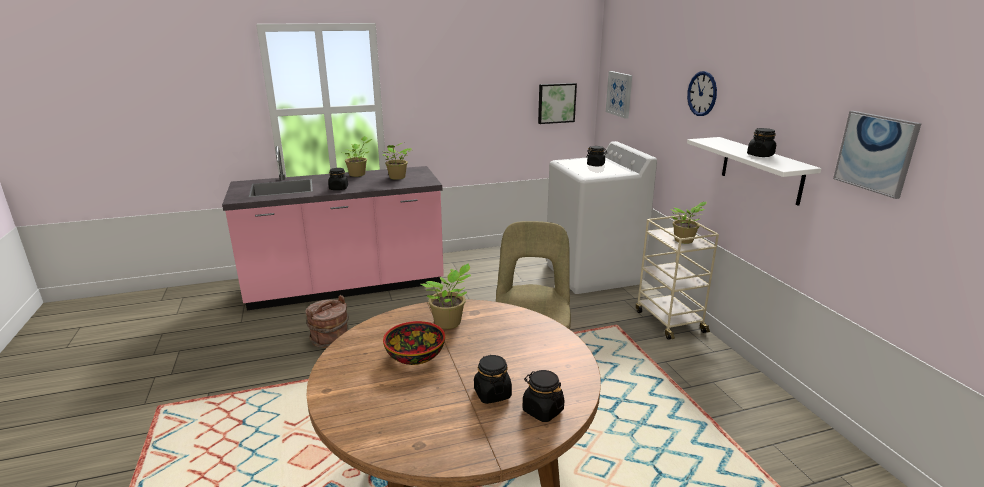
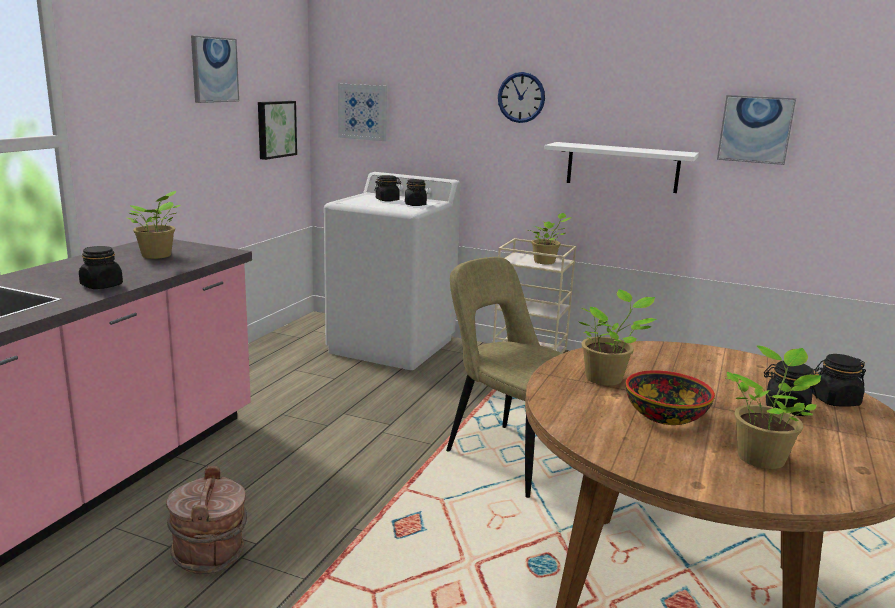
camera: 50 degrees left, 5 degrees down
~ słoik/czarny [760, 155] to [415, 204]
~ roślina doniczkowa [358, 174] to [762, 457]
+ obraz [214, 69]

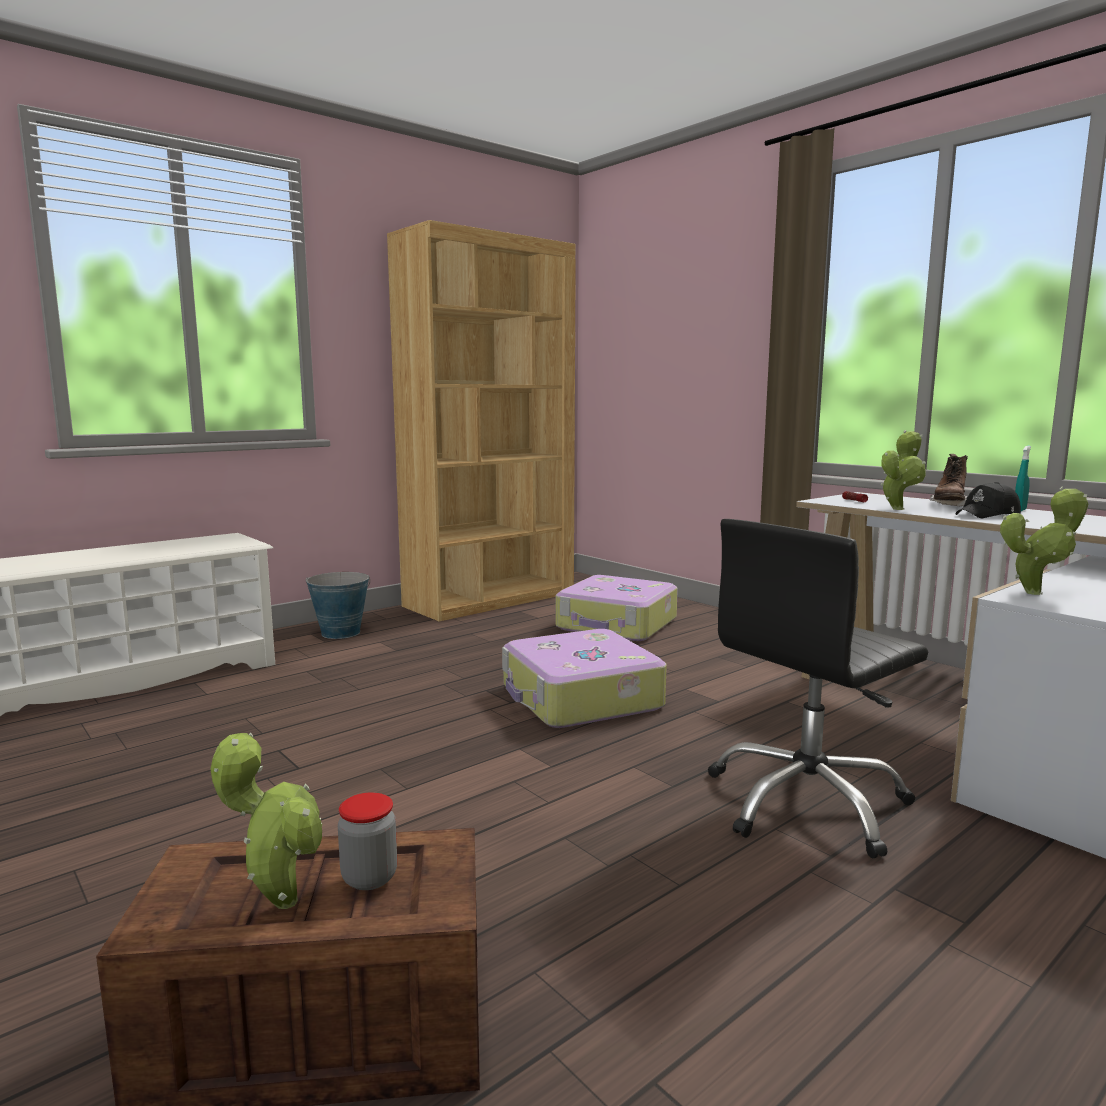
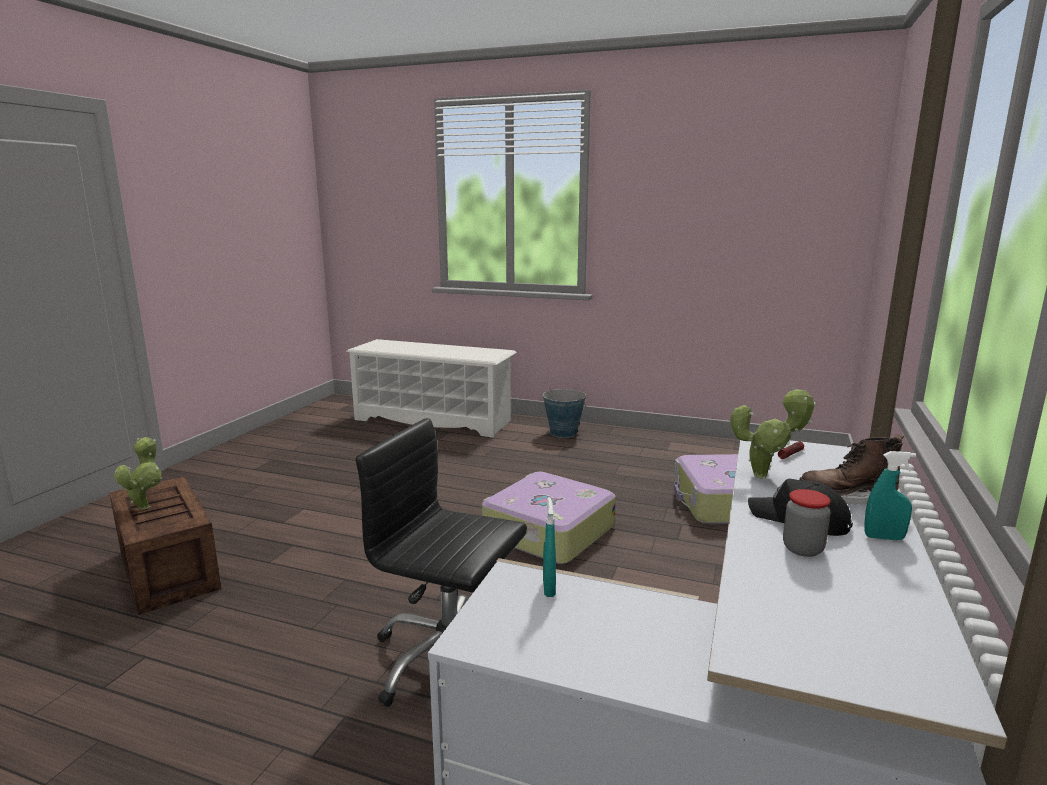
camera: 60 degrees right, 5 degrees up
- regał/brązowy [491, 599]
~ roślina doniczkowa [1037, 592] to spryskiwacz/turkusowy [549, 588]
~ słoik [369, 877] to [802, 549]

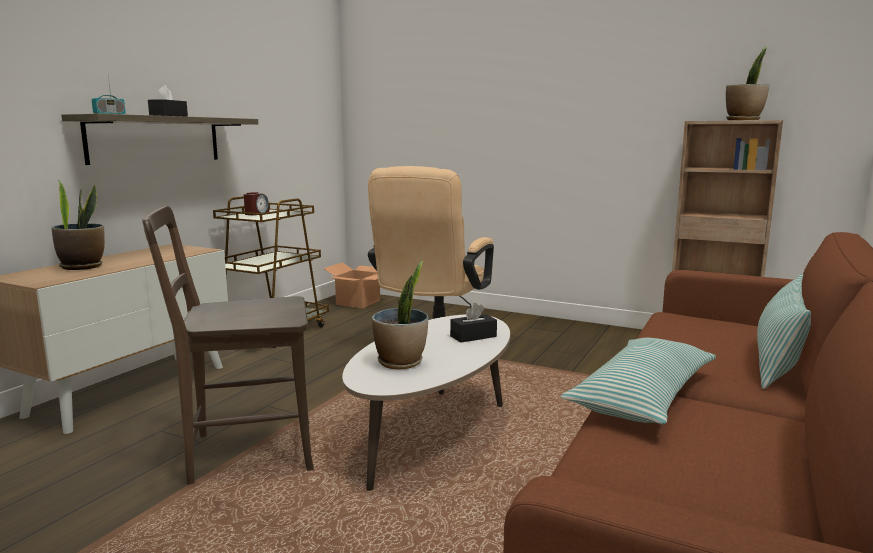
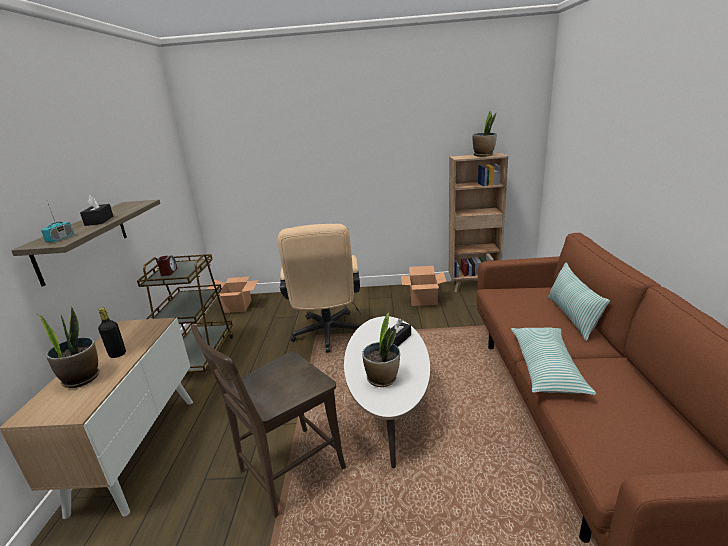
camera: 25 degrees left, 10 degrees up
+ karton [424, 299]
+ butelka/czarny [117, 354]

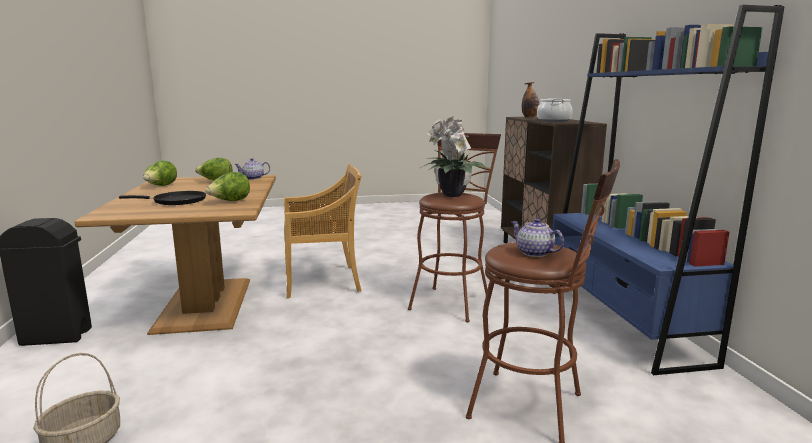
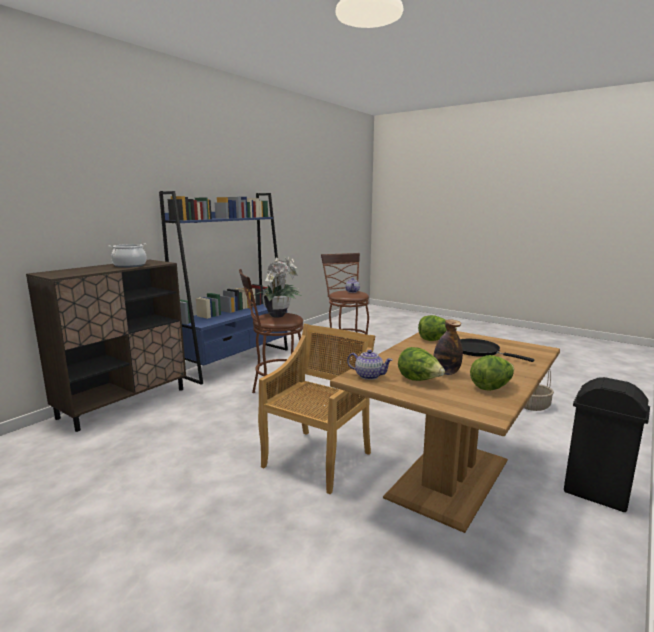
camera: 135 degrees left, 0 degrees up
~ butelka [530, 117] to [446, 372]
~ krzesło/beżowy [323, 281] = [318, 458] 90 degrees clockwise

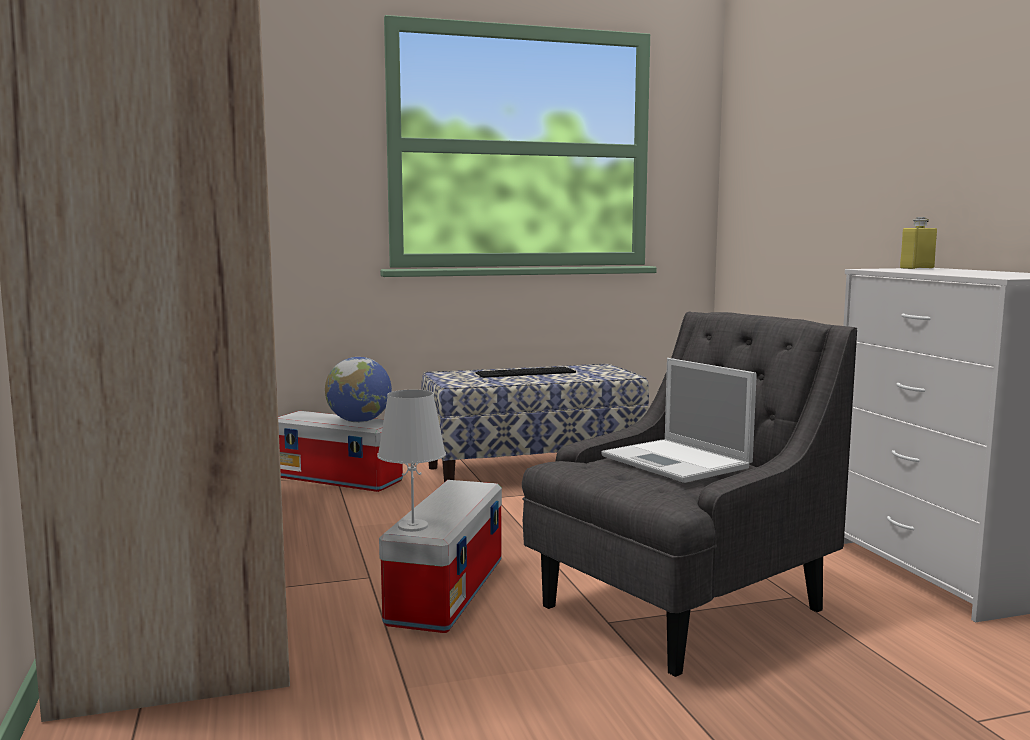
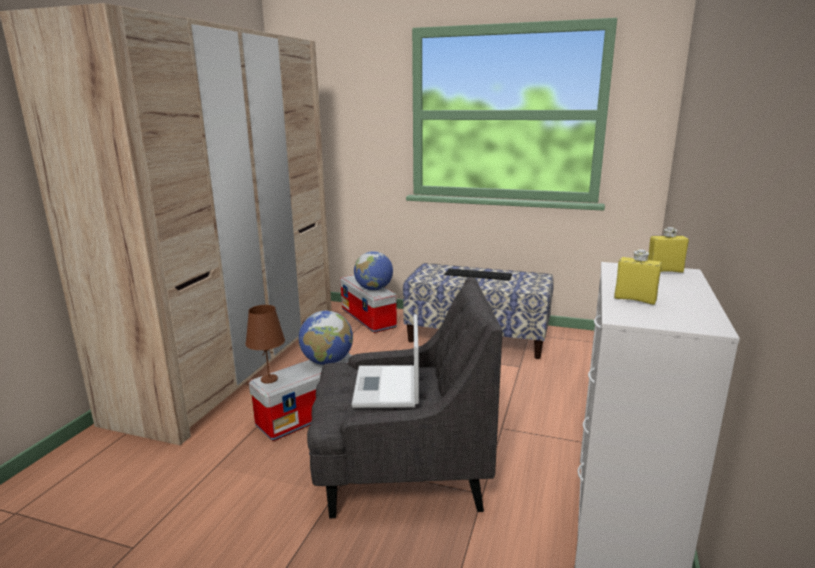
camera: 35 degrees right, 10 degrees up
~ lampa stołowa/biały [413, 526] to lampa stołowa/brązowy [269, 379]
+ butelka/żółty [635, 299]
+ globus [327, 361]

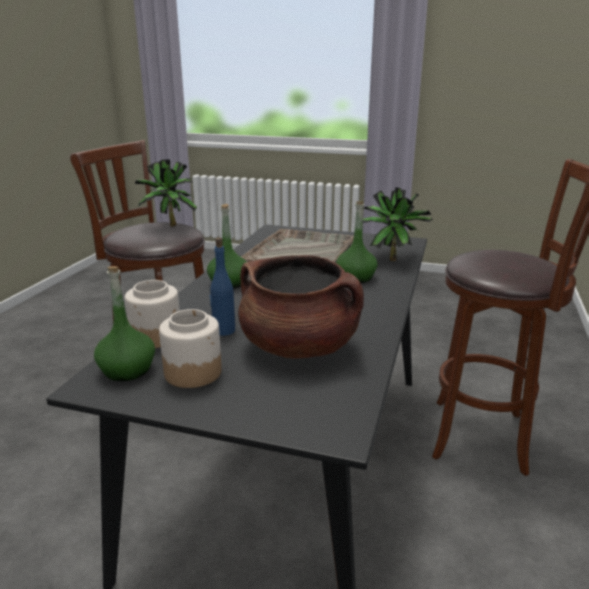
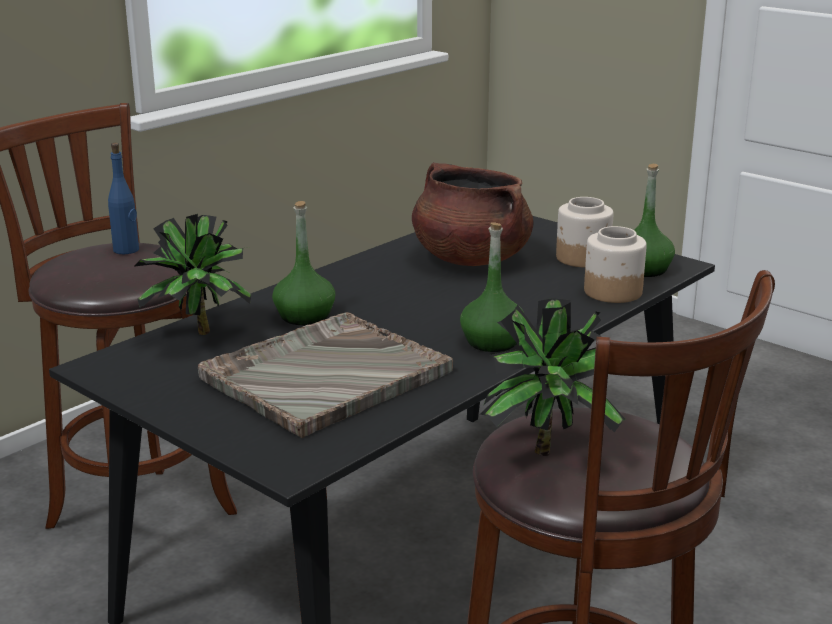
camera: 155 degrees left, 0 degrees up
~ butelka/niebieski [223, 330] to [126, 250]

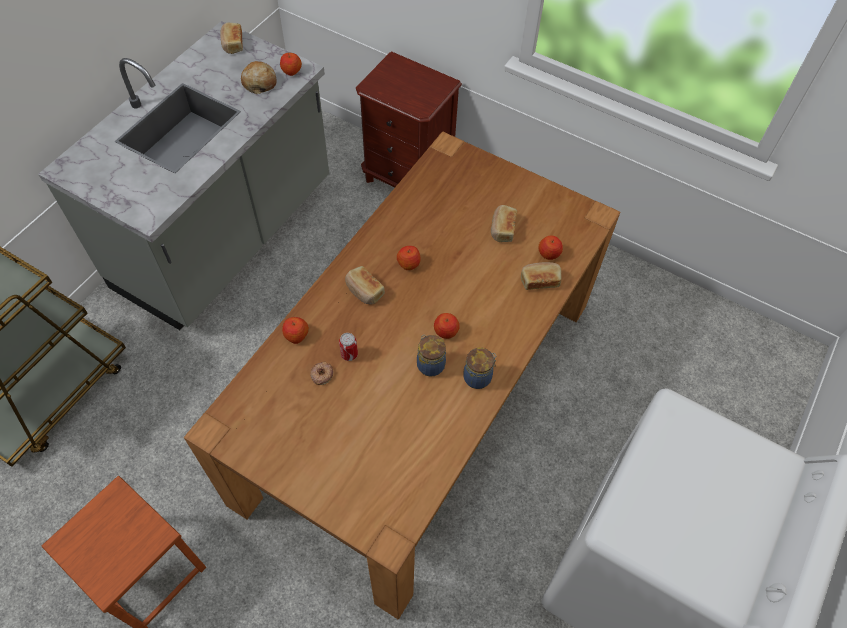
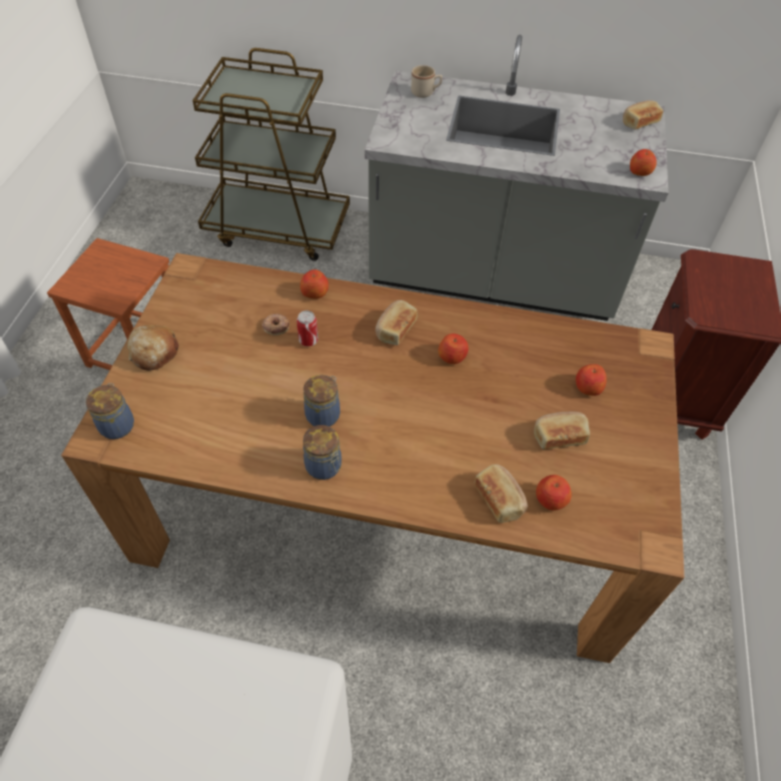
camera: 70 degrees right, 5 degrees down
~ chleb [259, 82] to [154, 353]
~ jabłko [446, 331] to [587, 387]
+ kubek/beżowy [425, 93]
+ słoik [118, 425]

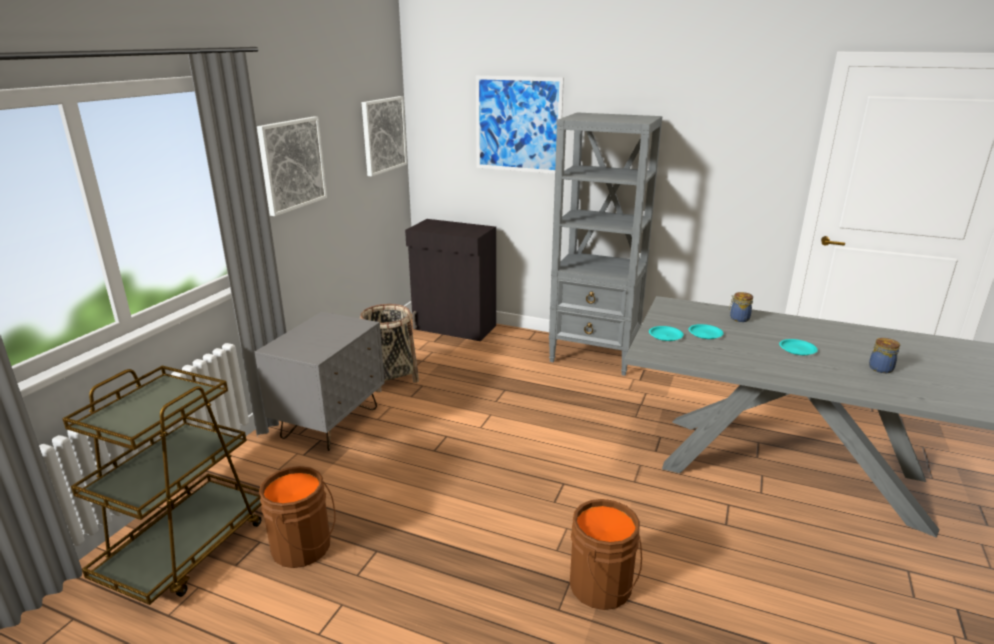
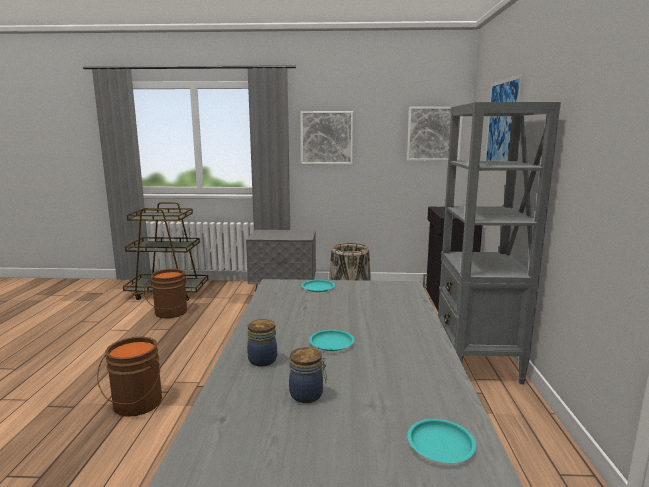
camera: 70 degrees right, 10 degrees down
~ słoik [738, 318] to [262, 359]
~ talerz/turkusowy [705, 334] to [440, 444]

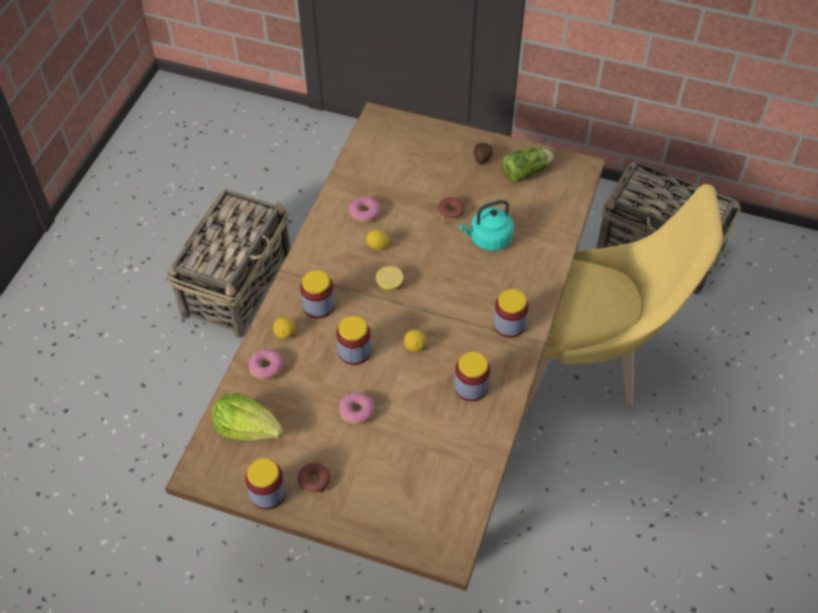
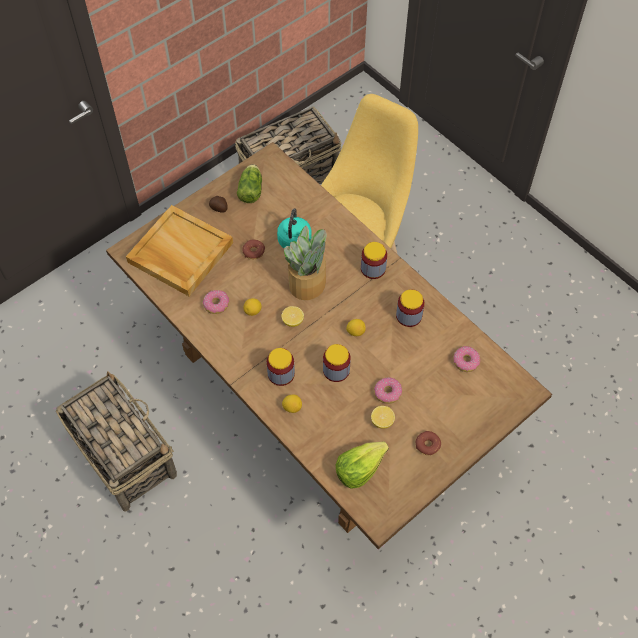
camera: 60 degrees left, 5 degrees up
~ donut [266, 368] to [466, 361]
- słoik [267, 493]
+ taca/beżowy [179, 253]
+ roślina doniczkowa [308, 283]
+ cytryna [382, 421]

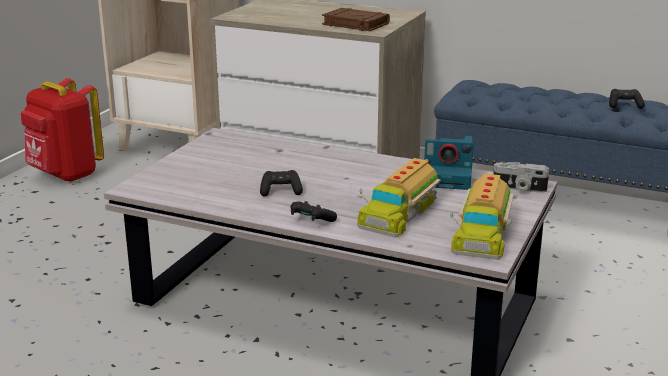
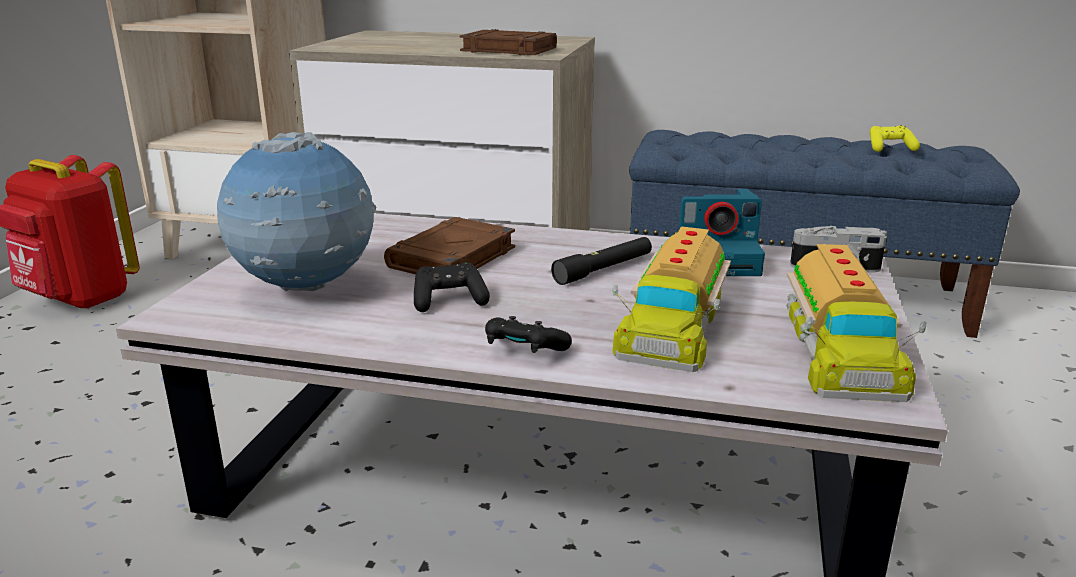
camera: 10 degrees left, 0 degrees up
~ pad do gier/czarny [624, 105] to pad do gier/żółty [890, 148]
+ globus [306, 290]
+ książka/brązowy [452, 258]
+ latarka/czarny [604, 269]

